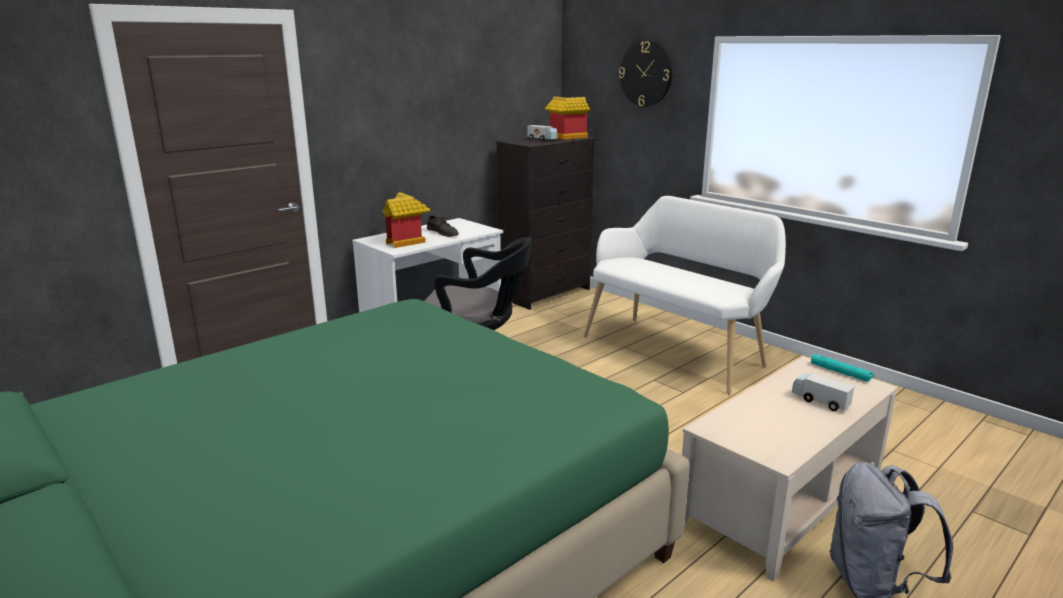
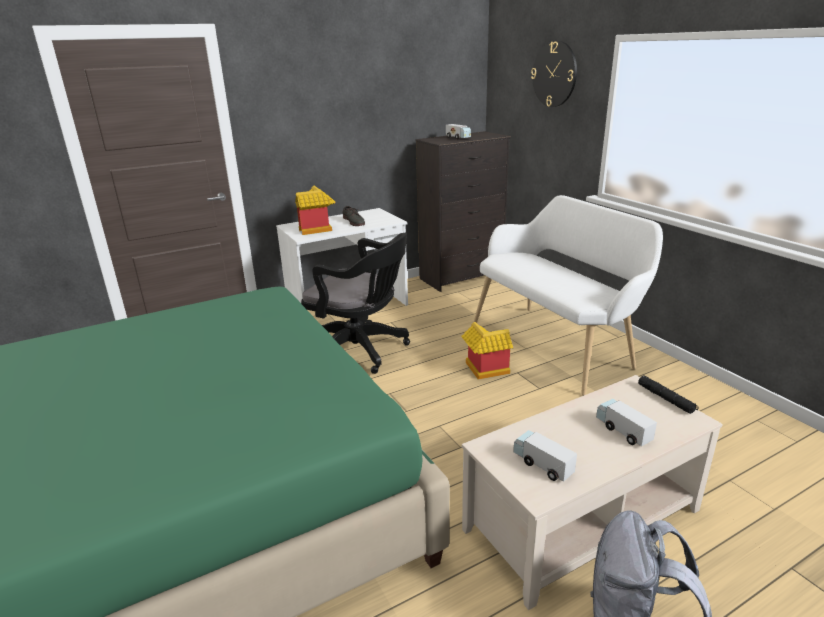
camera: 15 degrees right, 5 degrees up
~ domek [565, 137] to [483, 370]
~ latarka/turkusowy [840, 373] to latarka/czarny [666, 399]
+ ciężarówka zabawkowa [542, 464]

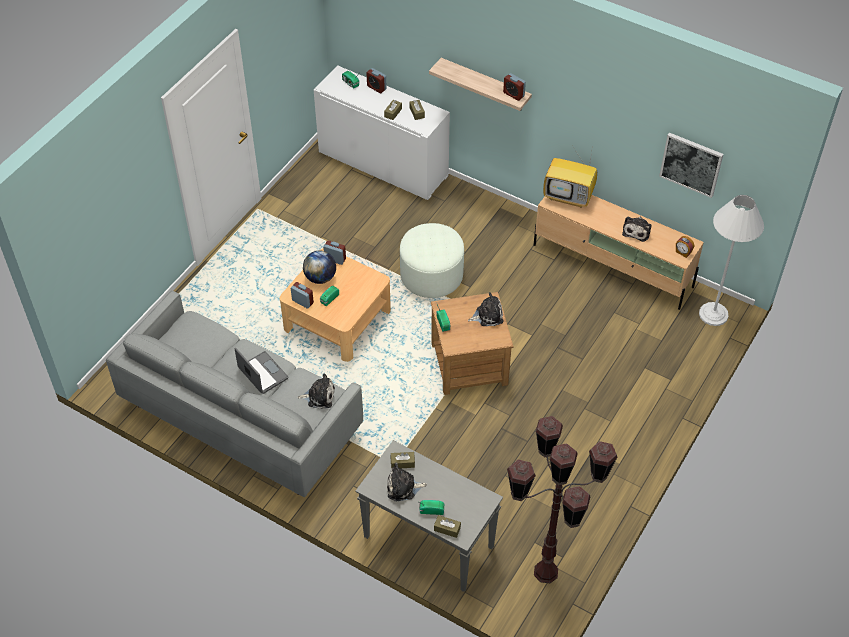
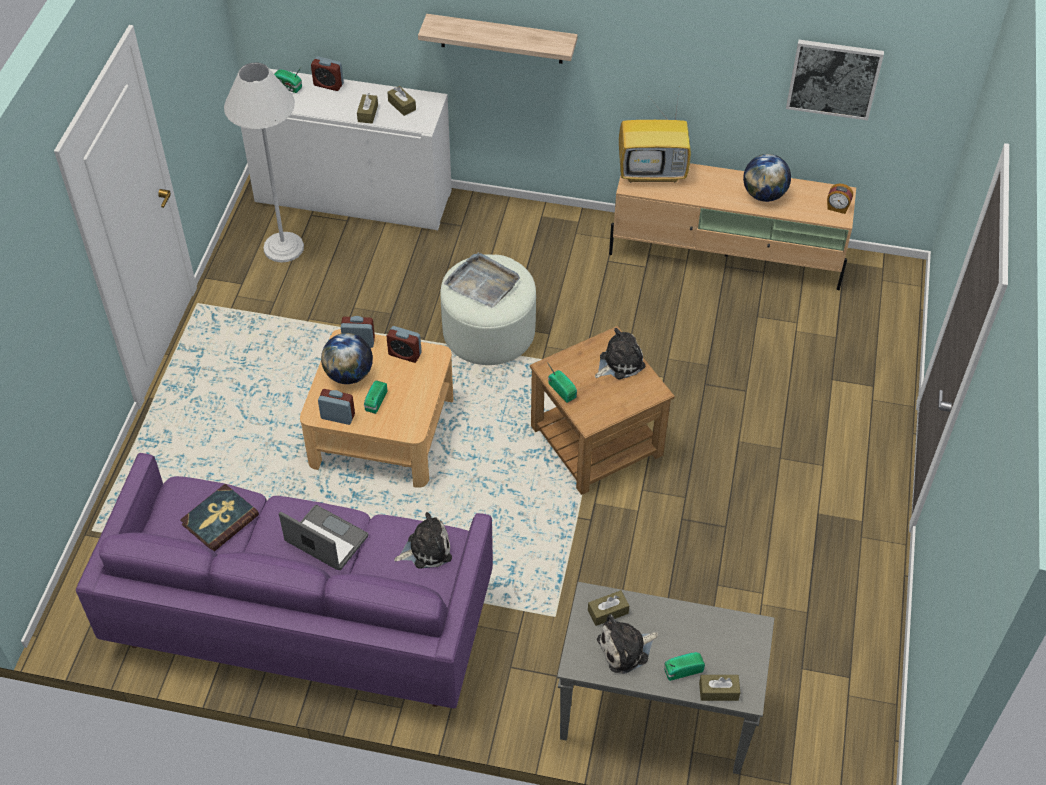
camera: 20 degrees left, 0 degrees up
~ budzik [513, 94] to [405, 354]
~ lampa stojąca/biały [713, 314] to [284, 247]
~ pluszak [637, 231] to globus [764, 195]
~ kanapa/szary [242, 419] to kanapa/fioletowy [302, 617]
- lampa stojąca/brązowy [545, 571]
+ taca/szary [482, 282]
+ książka [220, 519]

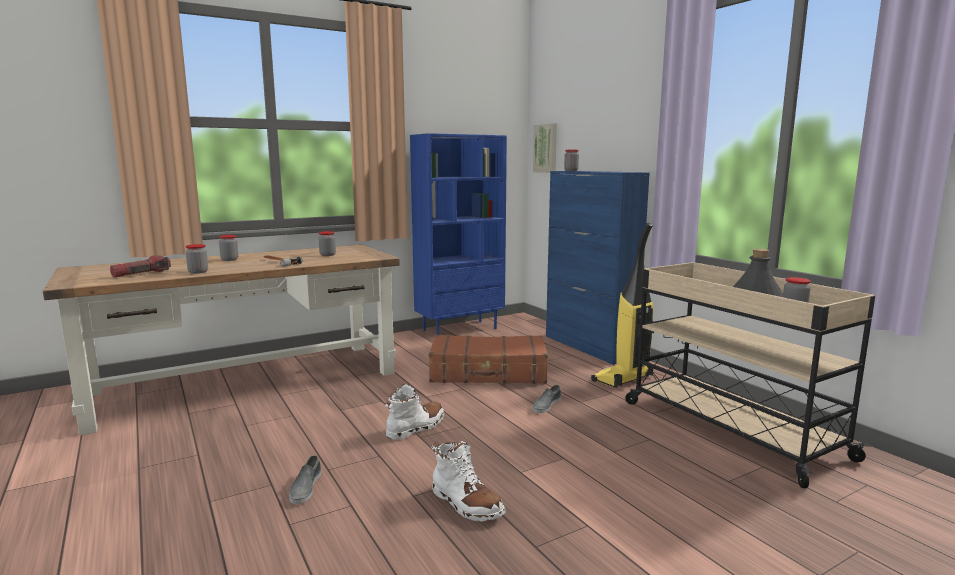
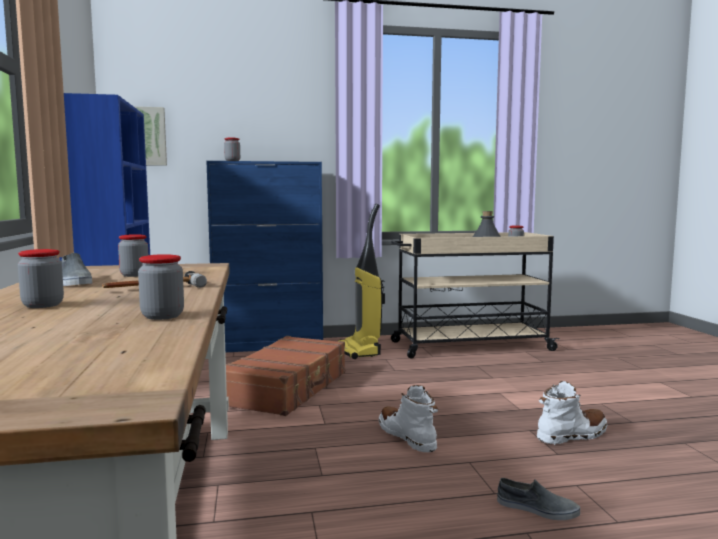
camera: 70 degrees left, 5 degrees down
- latarka [142, 274]
~ but/szary [546, 405] to [74, 282]

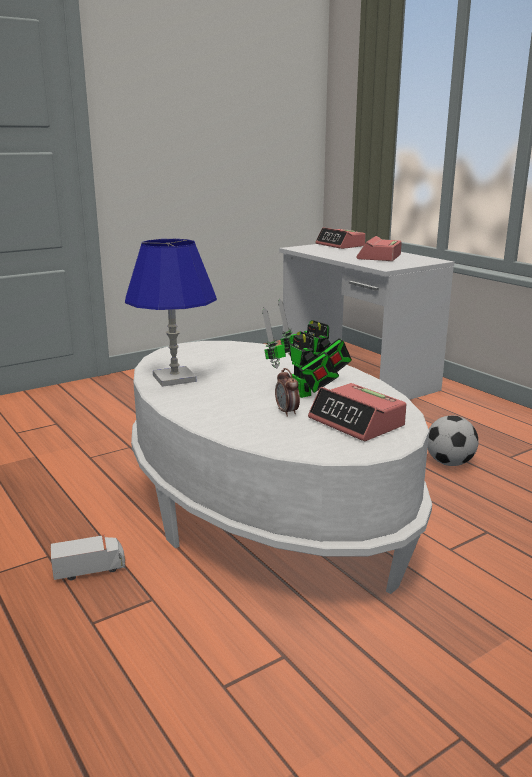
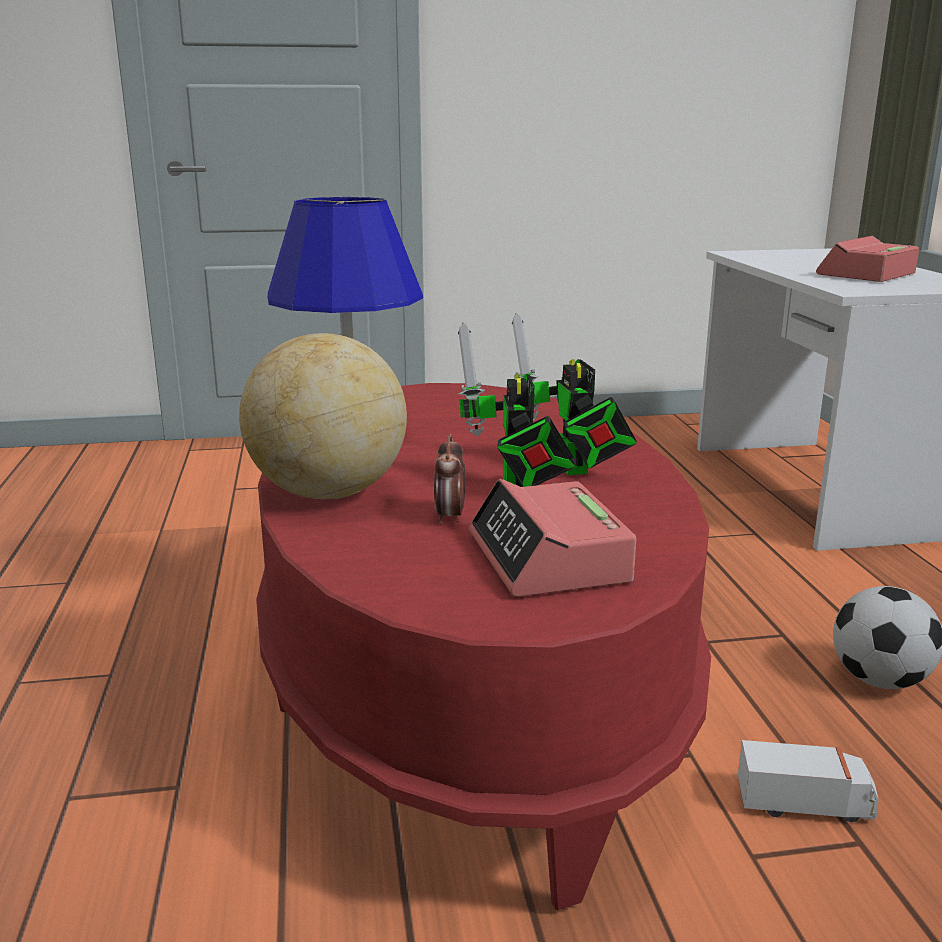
camera: 25 degrees right, 0 degrees up
- budzik [340, 245]
~ ława/biały [265, 510] to ława/czerwony [470, 686]
~ ciężarówka zabawkowa [90, 569] to [805, 804]
+ globus [327, 493]

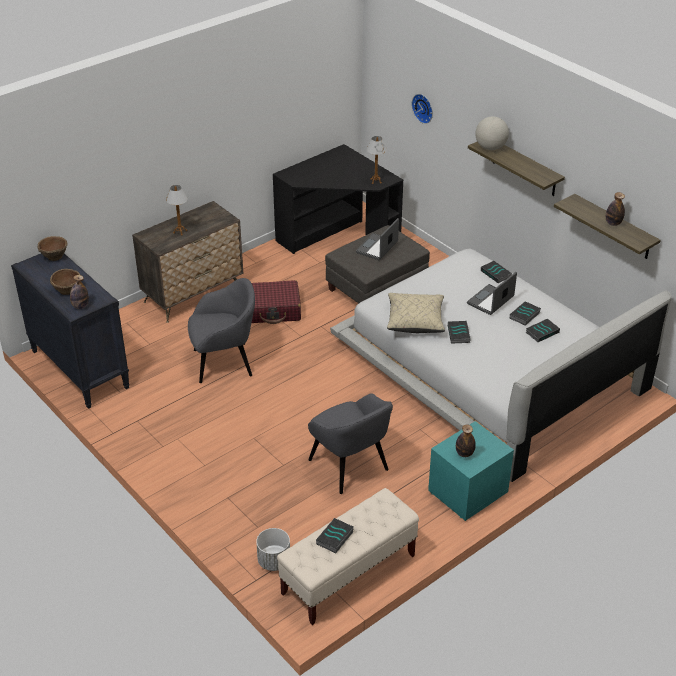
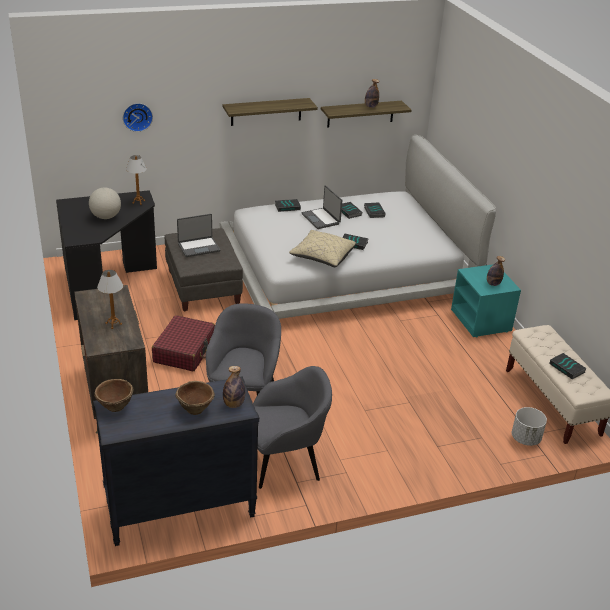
camera: 70 degrees left, 5 degrees down
~ globus [490, 148] to [106, 217]
~ laptop [377, 248] = [198, 247] 75 degrees counterclockwise
~ fotel/szary [349, 466] to [285, 462]

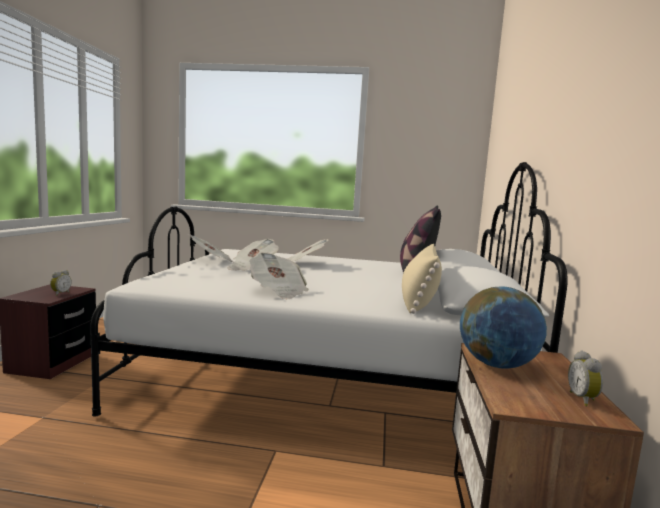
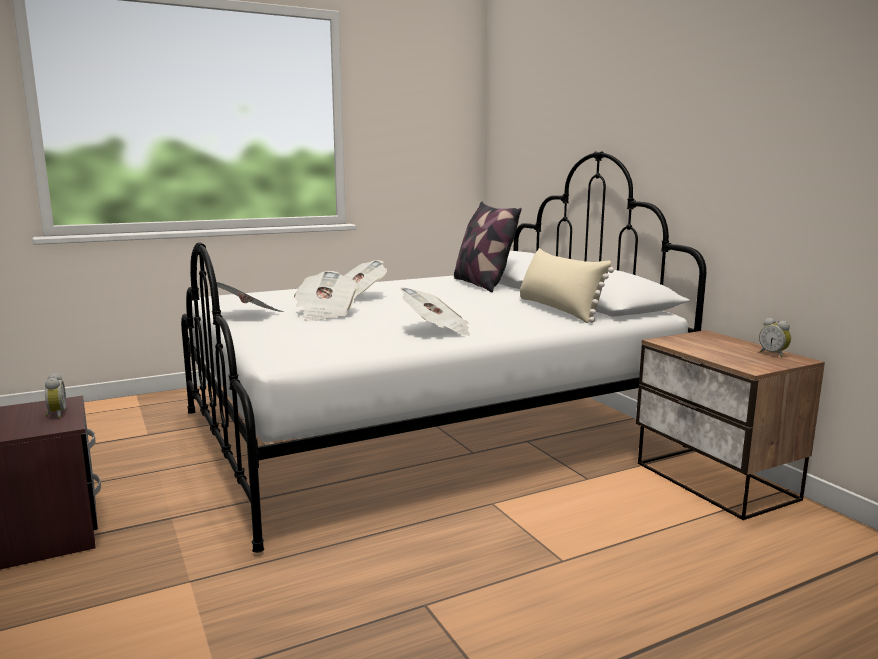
camera: 35 degrees left, 5 degrees up
- globus [497, 365]

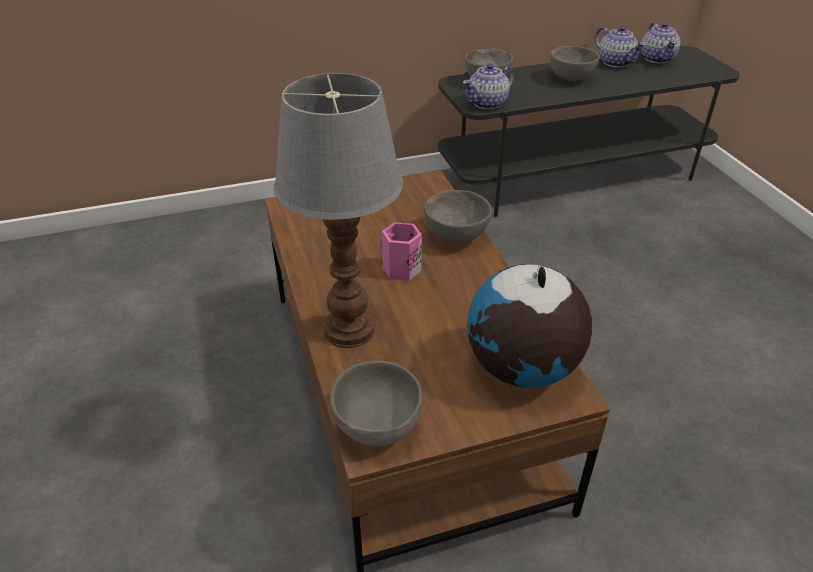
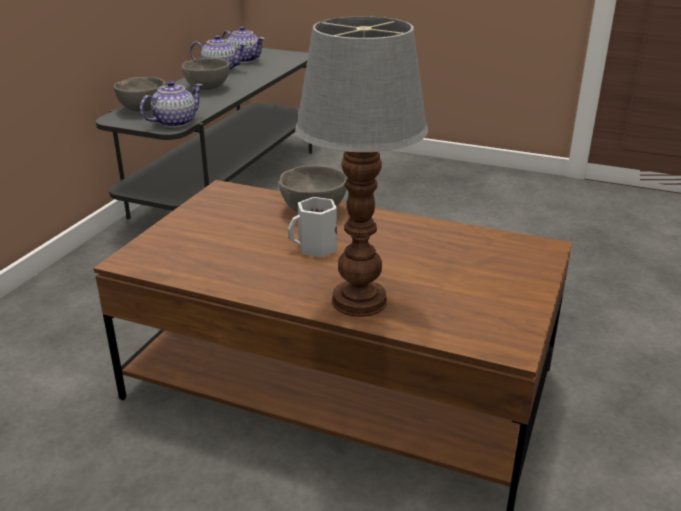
camera: 50 degrees left, 10 degrees down
~ imbryk [487, 103] = [174, 122] 135 degrees counterclockwise
~ kubek/różowy [399, 269] to kubek/biały [316, 248]
- globus [521, 369]
- miska/szary [376, 426]

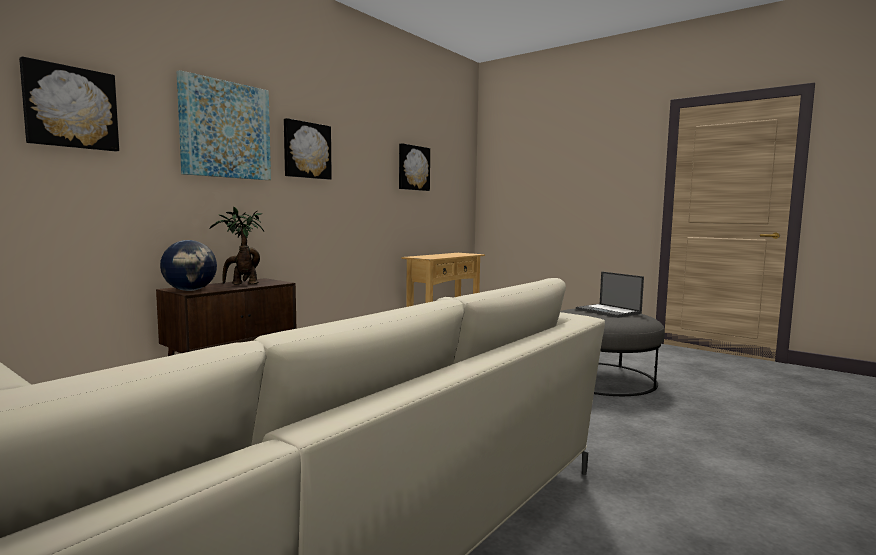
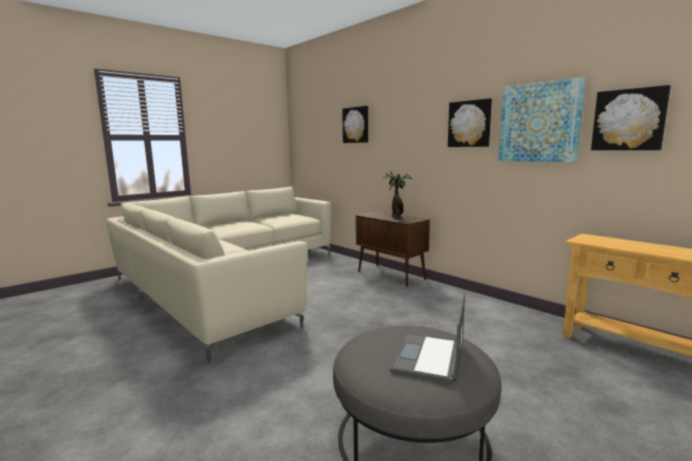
camera: 100 degrees right, 5 degrees up
~ obraz [225, 130] to [539, 122]
- globus [190, 290]
~ laptop [609, 311] = [429, 358] 45 degrees counterclockwise

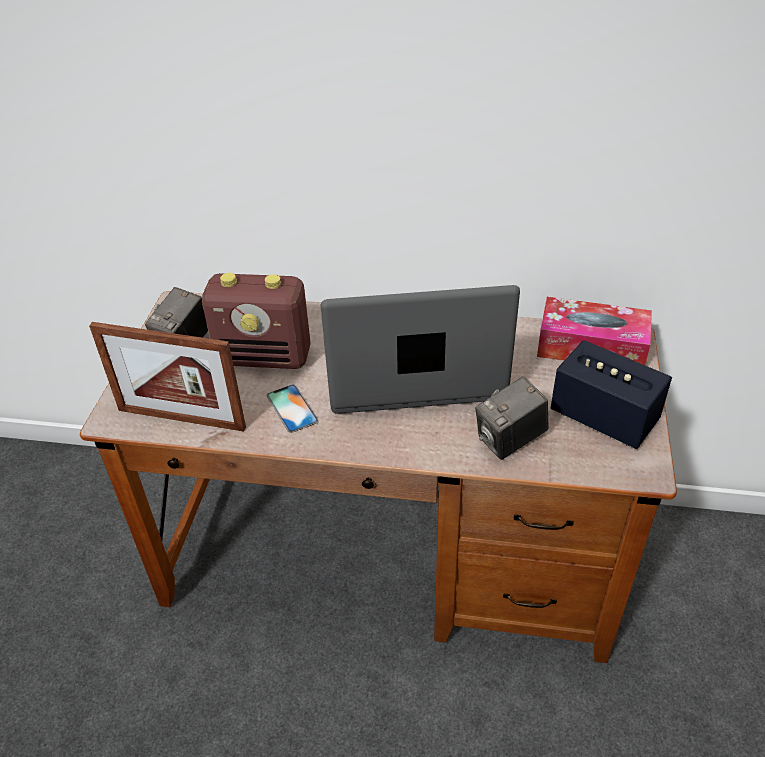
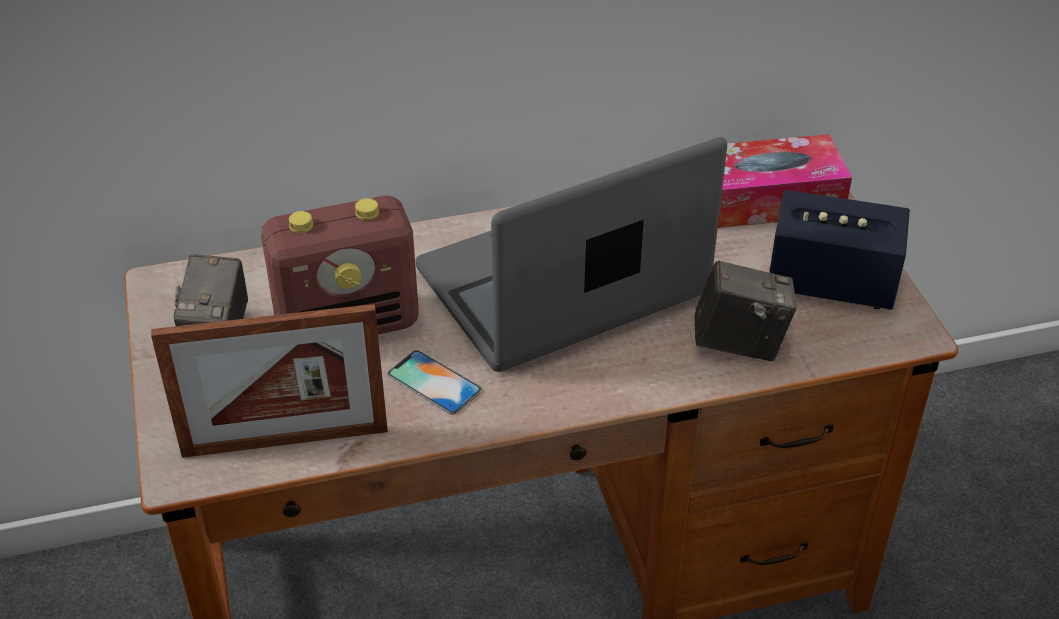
camera: 25 degrees left, 0 degrees up
~ aparat fotograficzny [510, 441] = [739, 343] 120 degrees counterclockwise

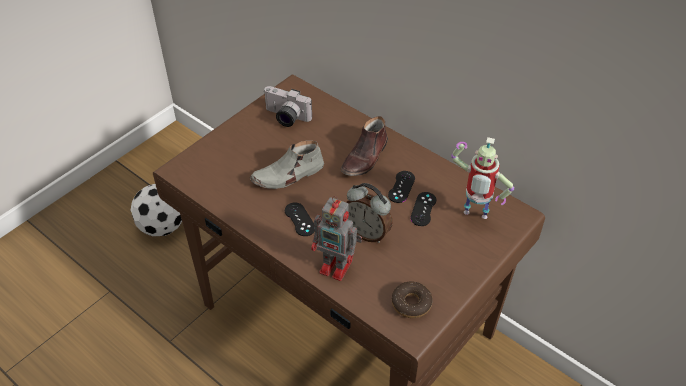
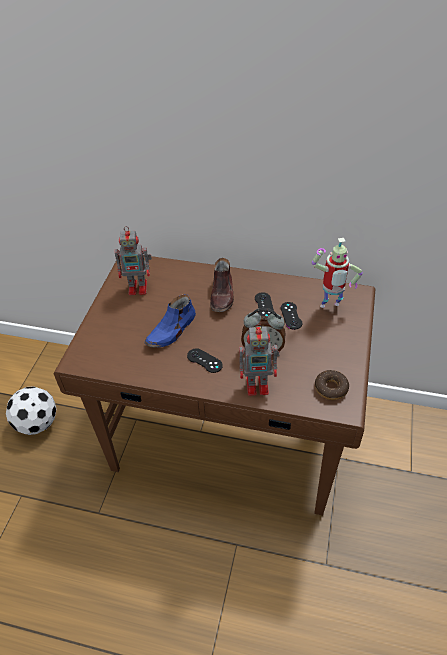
camera: 25 degrees left, 0 degrees up
~ aparat fotograficzny [285, 118] to robot zabawkowy [139, 287]
~ but/szary [288, 175] to but/niebieski [172, 330]

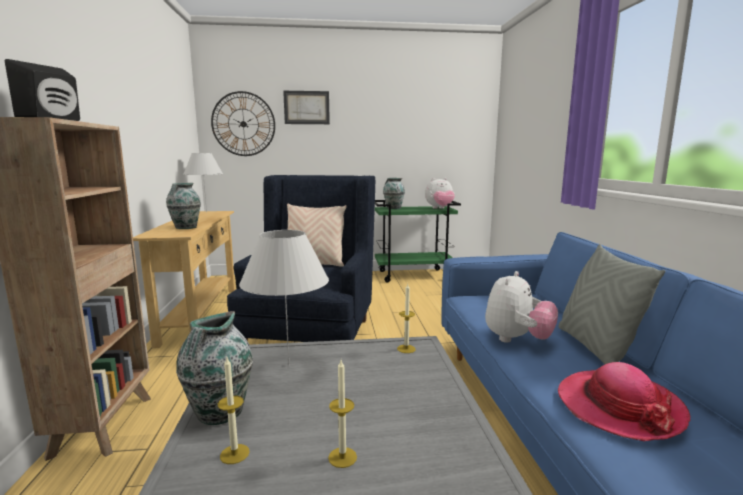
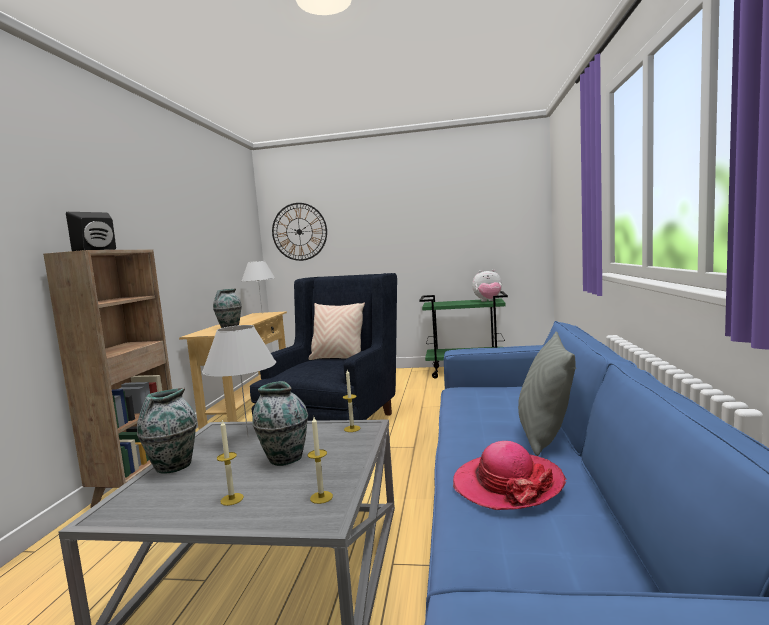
camera: 15 degrees right, 5 degrees down
- obraz [306, 107]
~ wazon [393, 208] to [284, 458]
- pluszak [517, 340]
~ świeca [234, 454] to [321, 497]

